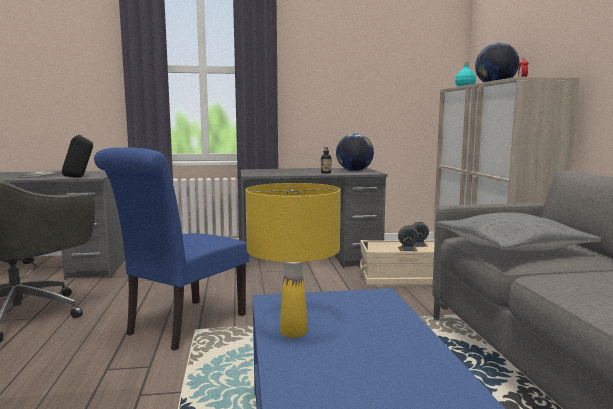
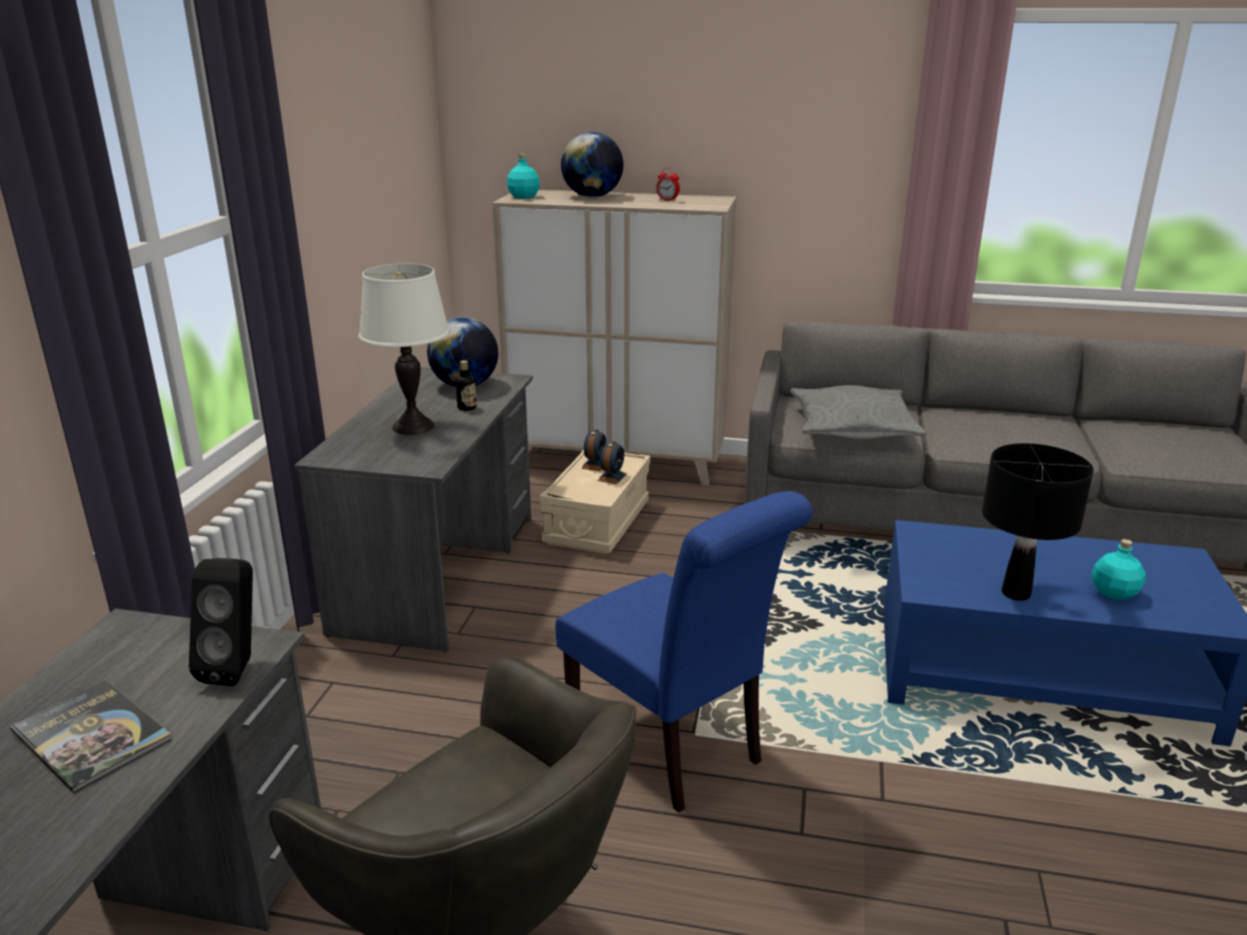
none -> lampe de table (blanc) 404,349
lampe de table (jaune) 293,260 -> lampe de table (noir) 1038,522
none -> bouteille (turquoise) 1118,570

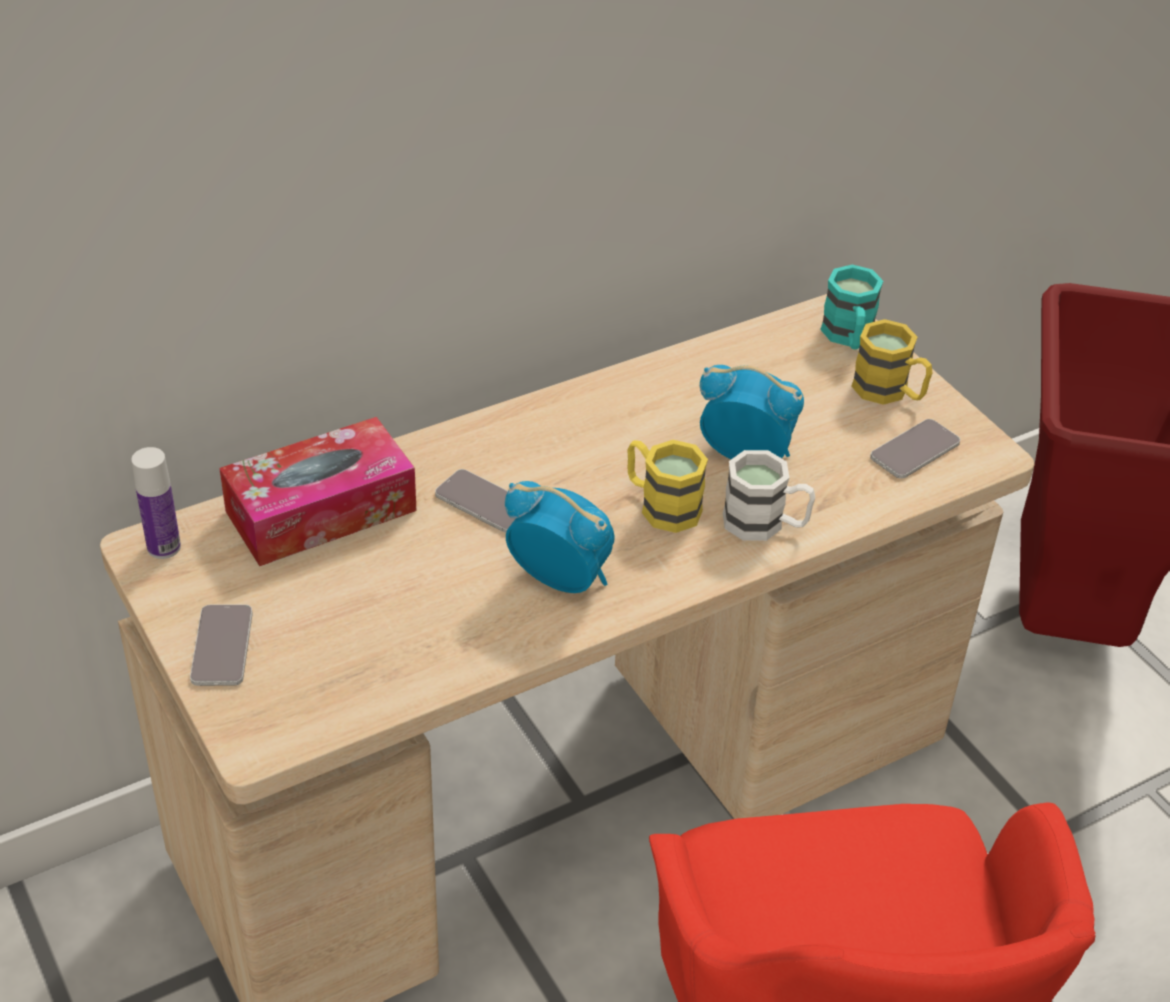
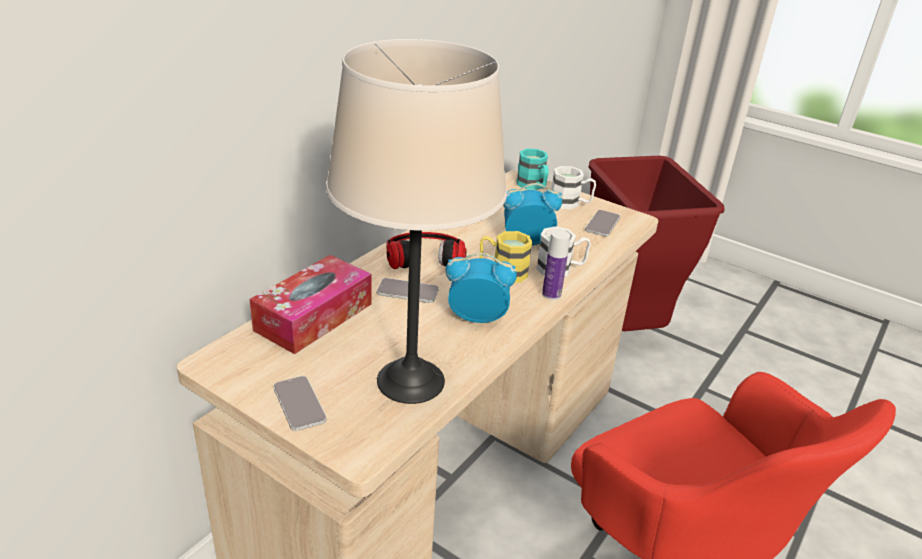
none -> lampe de table (beige) 416,221
none -> casque audio 426,250
bouteille 156,503 -> bouteille 556,265, moved
mug (jaune) 892,362 -> mug (blanc) 574,187

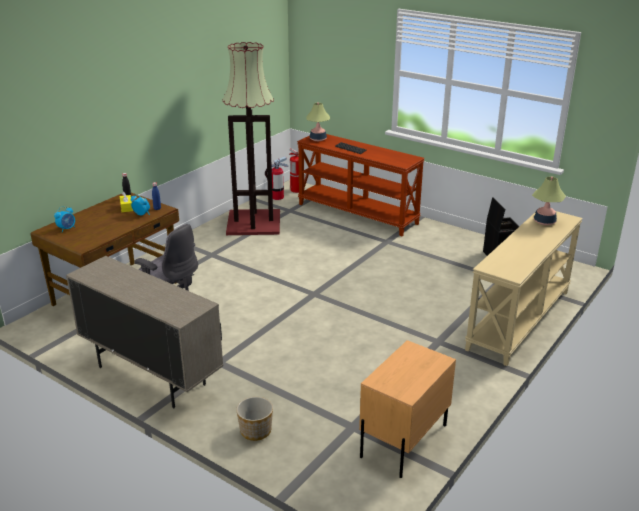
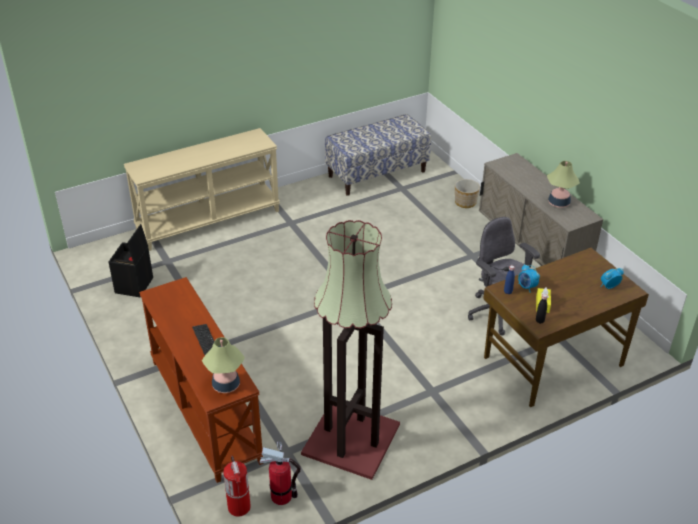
table de chevet (beige) 407,409 -> banc 378,155
lampe de table 549,201 -> lampe de table 563,184, moved

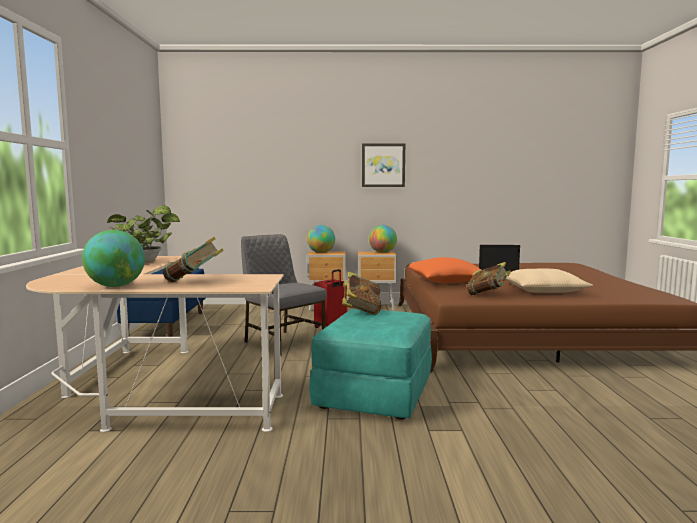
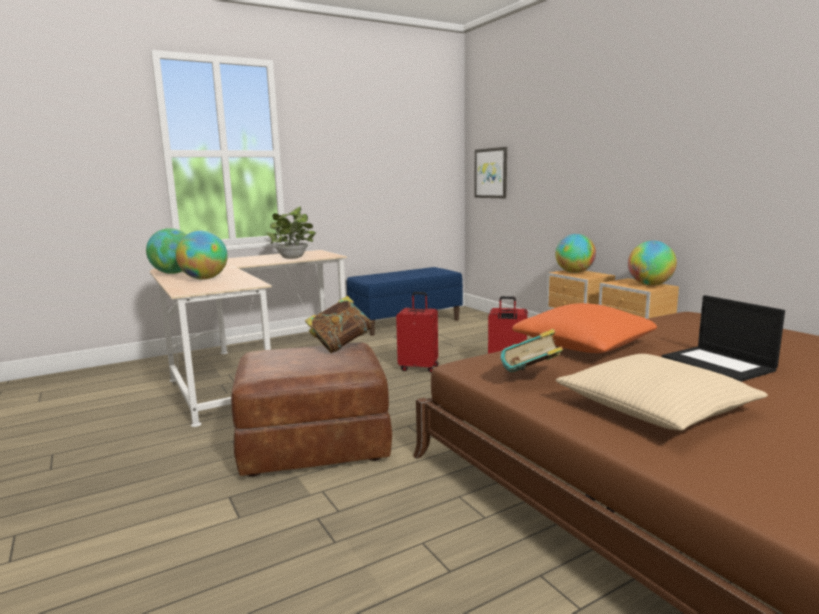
livre 193,259 -> globe 202,255
pouf (turquoise) 370,364 -> pouf (marron) 311,409
chaise (gris) 284,295 -> valise (rouge) 417,332
tableau 383,165 -> tableau 491,172, moved

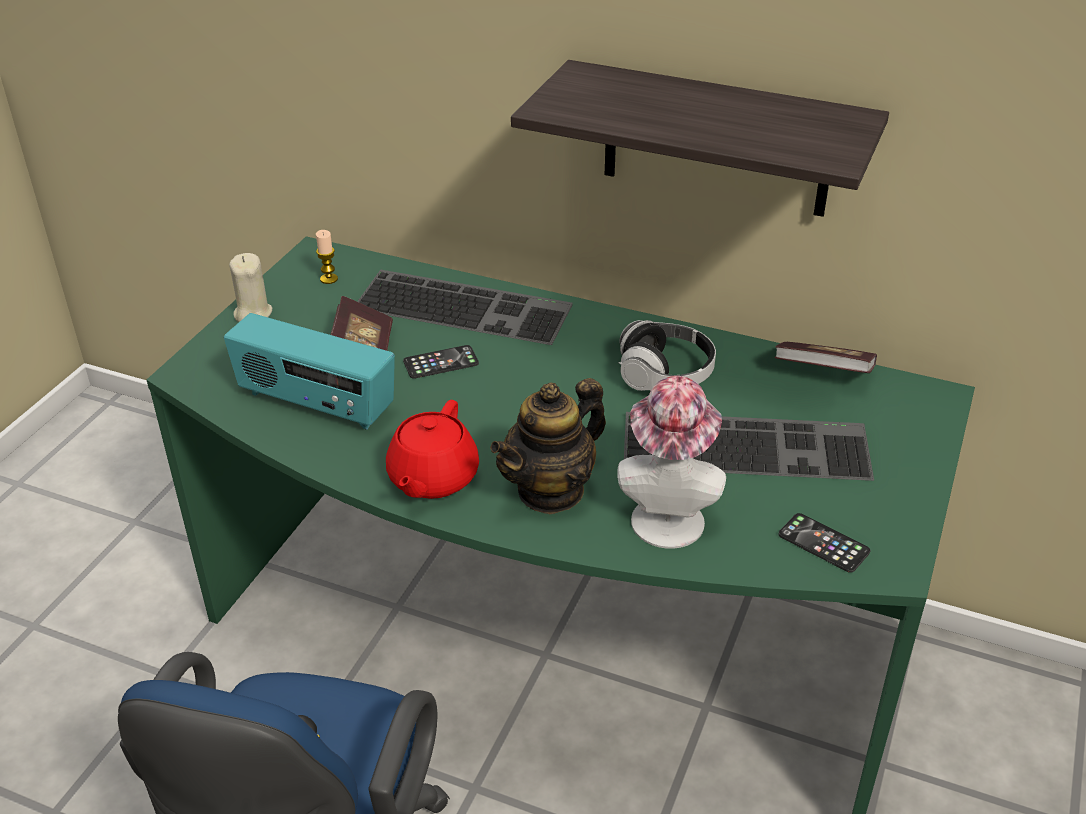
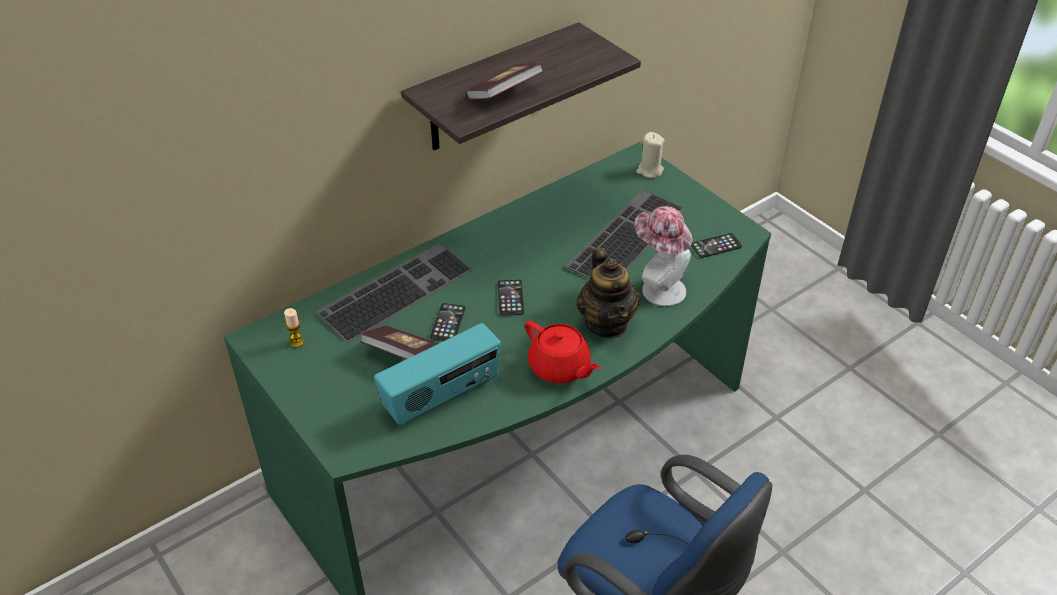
livre 826,357 -> livre 504,81, moved
none -> téléphone 511,298
bougie (beige) 250,287 -> bougie (beige) 650,155, moved
casque audio 667,355 -> none

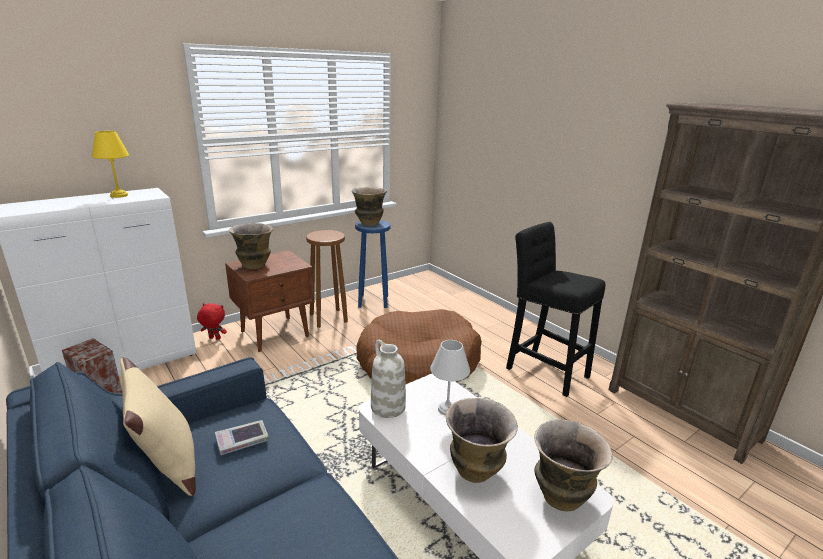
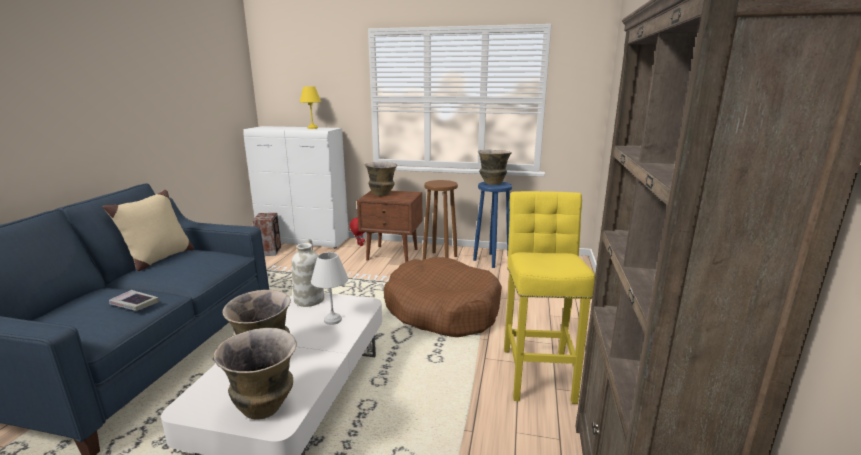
livre 242,437 -> livre 134,300, moved
tabouret (noir) 555,309 -> tabouret (jaune) 549,297

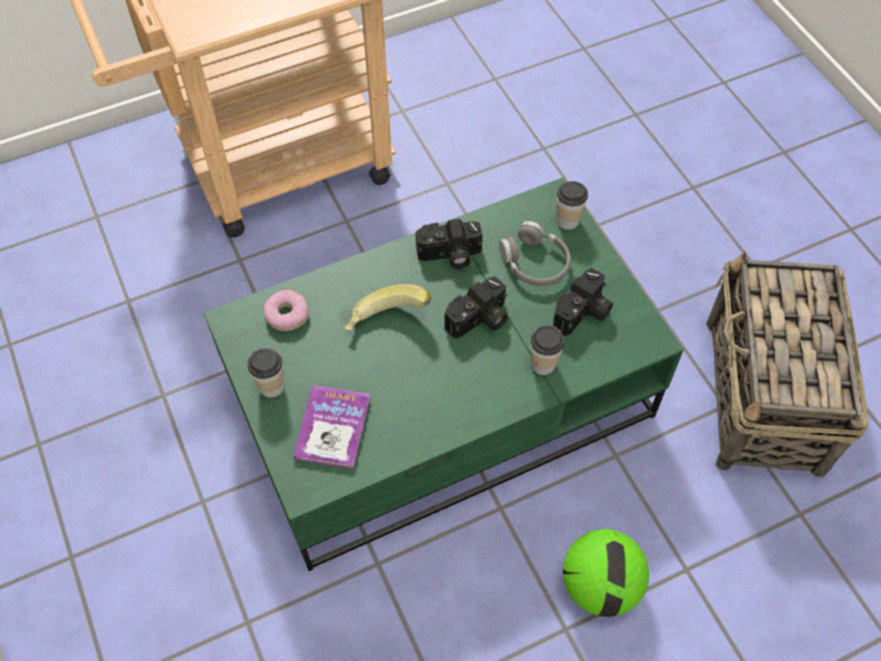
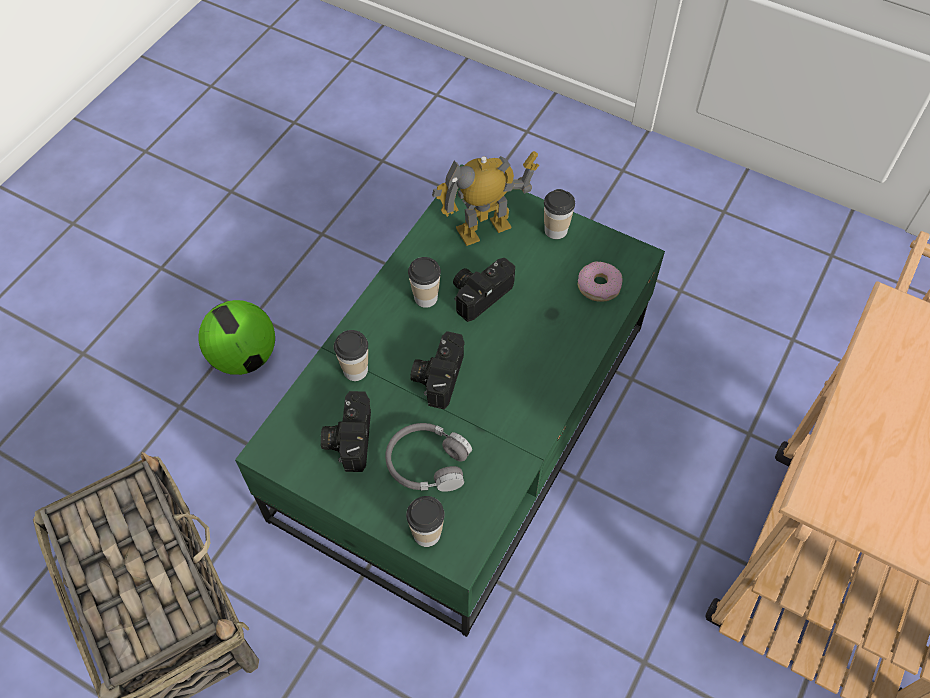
none -> tasse 424,282
livre 331,427 -> robot jouet 485,198
appareil photo 449,244 -> appareil photo 484,290, moved
banane 387,307 -> none

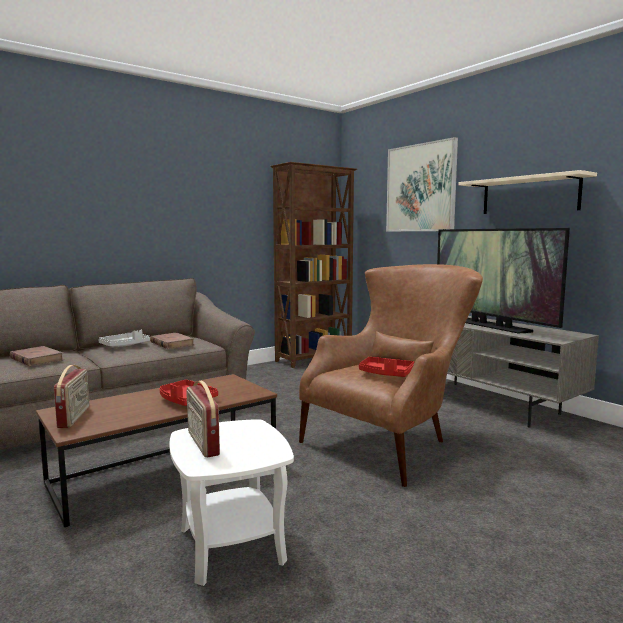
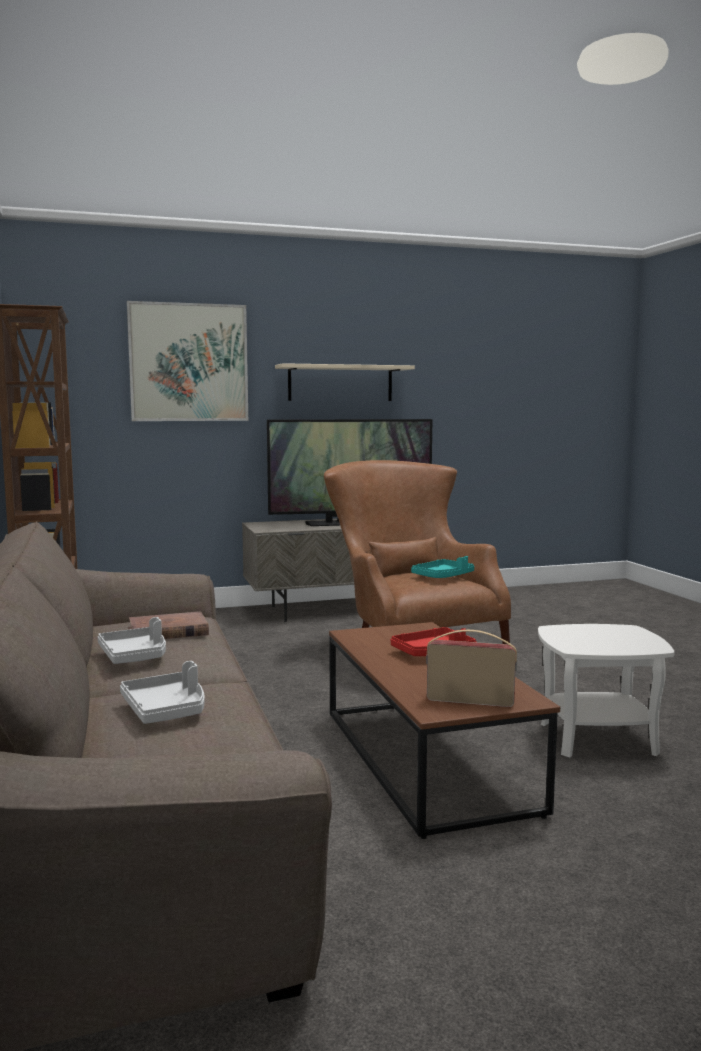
livre (marron) 37,356 -> plateau (gris) 162,692
plateau (rouge) 386,367 -> plateau (turquoise) 442,567
radio 203,419 -> none

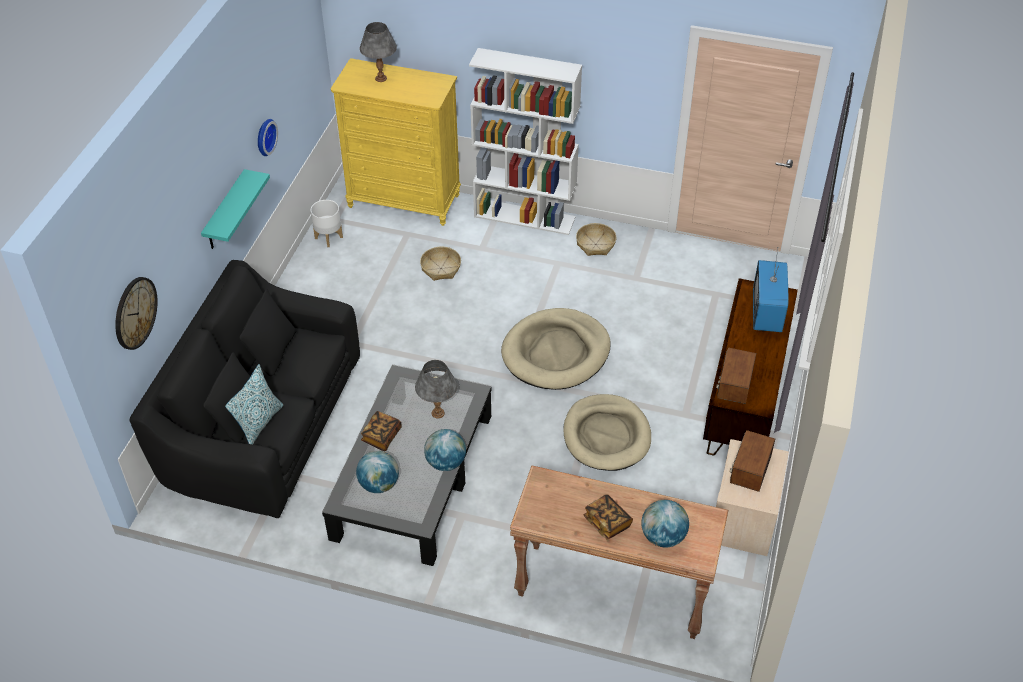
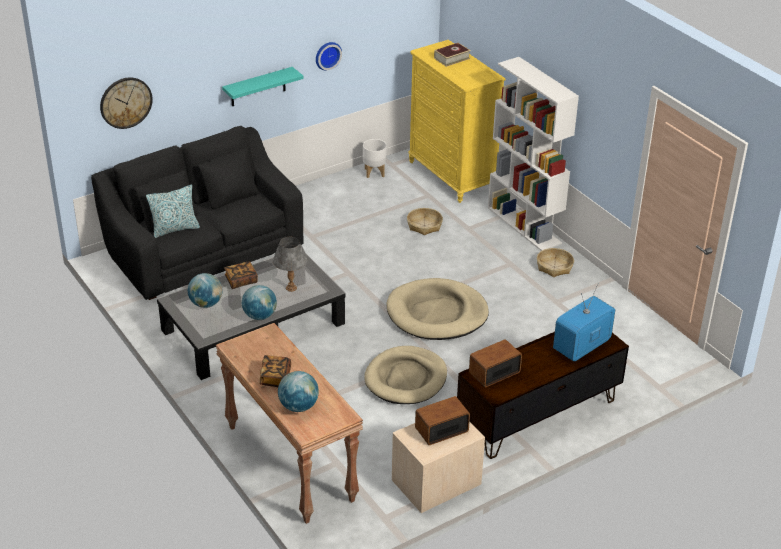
lampe de table (gris) 378,52 -> livre 452,55

